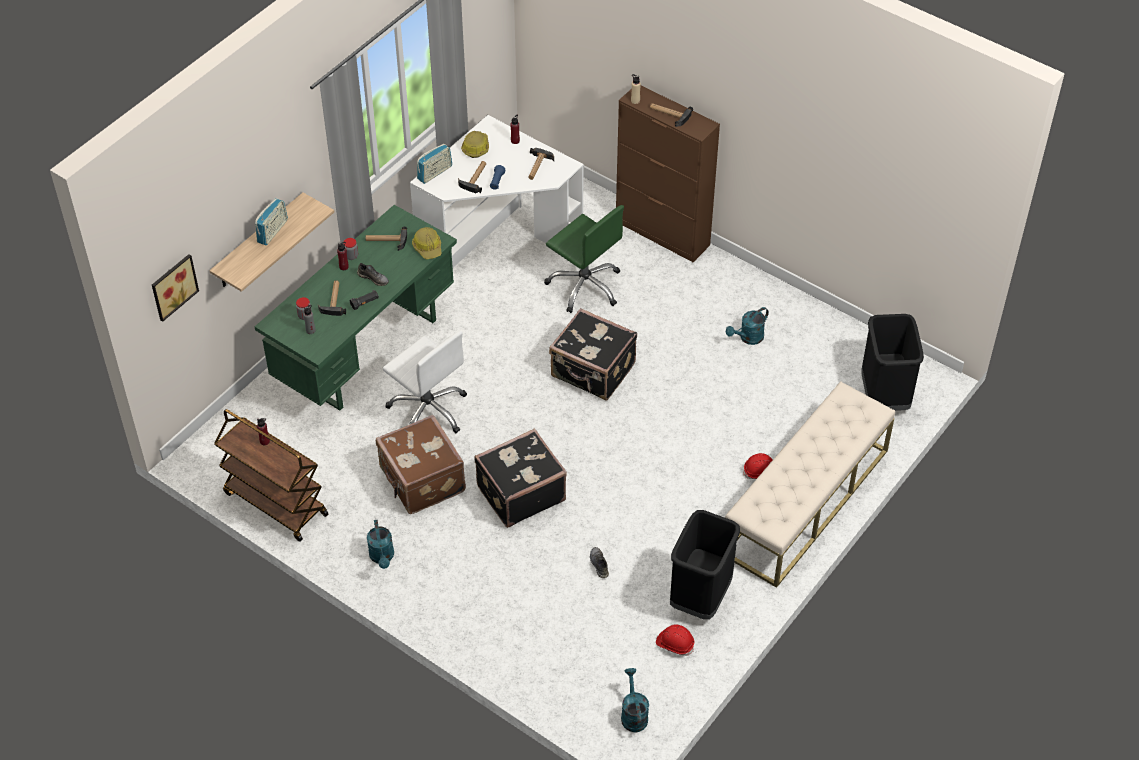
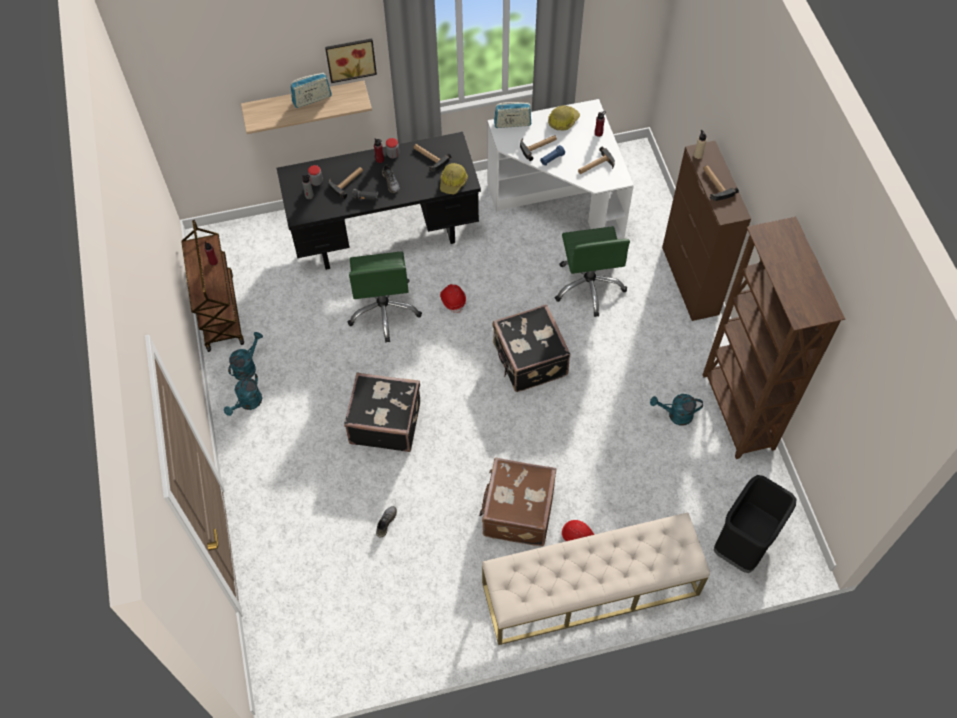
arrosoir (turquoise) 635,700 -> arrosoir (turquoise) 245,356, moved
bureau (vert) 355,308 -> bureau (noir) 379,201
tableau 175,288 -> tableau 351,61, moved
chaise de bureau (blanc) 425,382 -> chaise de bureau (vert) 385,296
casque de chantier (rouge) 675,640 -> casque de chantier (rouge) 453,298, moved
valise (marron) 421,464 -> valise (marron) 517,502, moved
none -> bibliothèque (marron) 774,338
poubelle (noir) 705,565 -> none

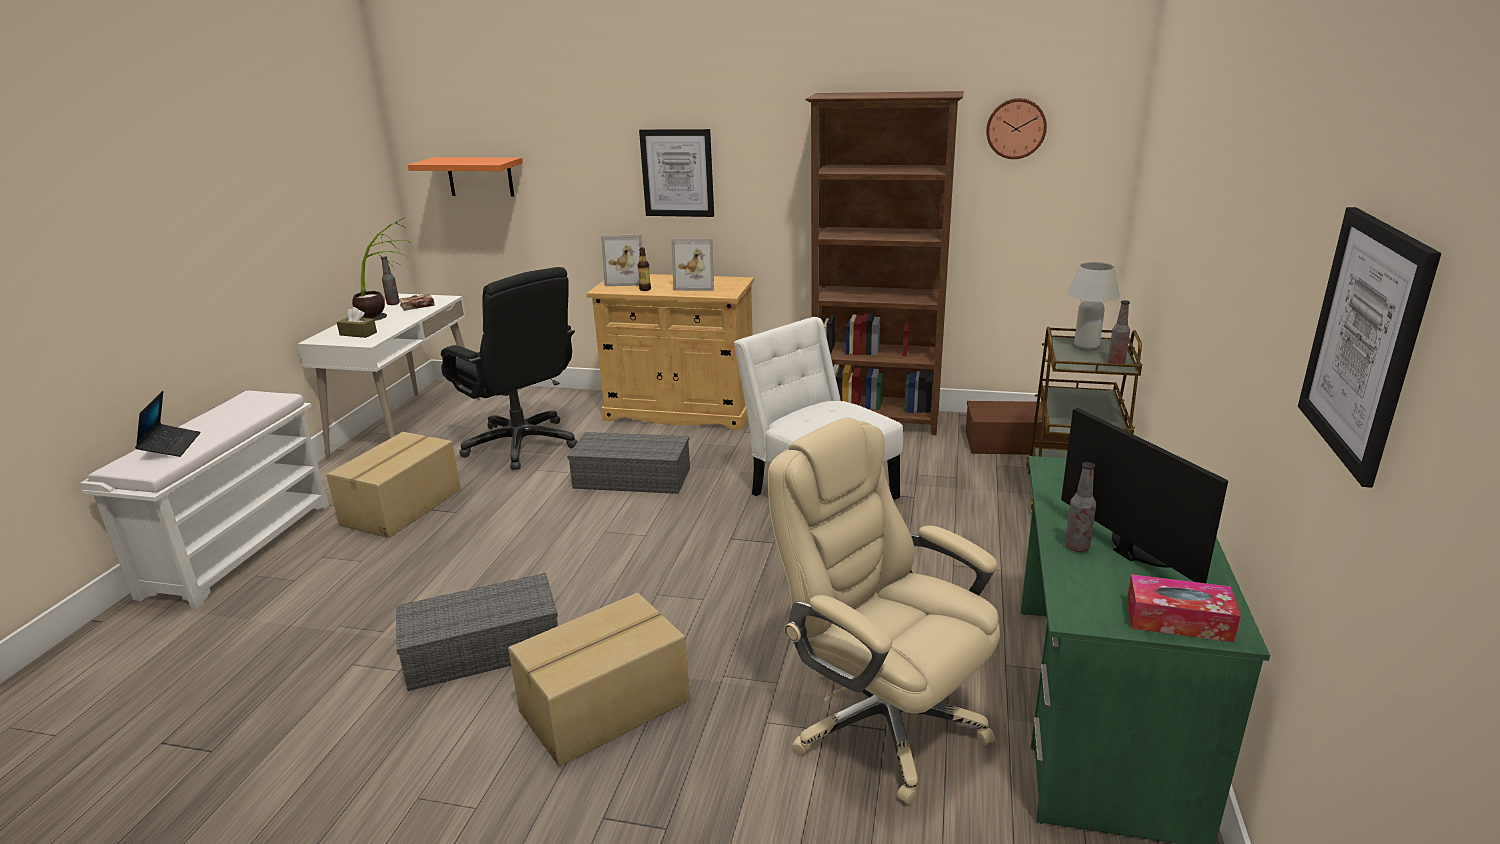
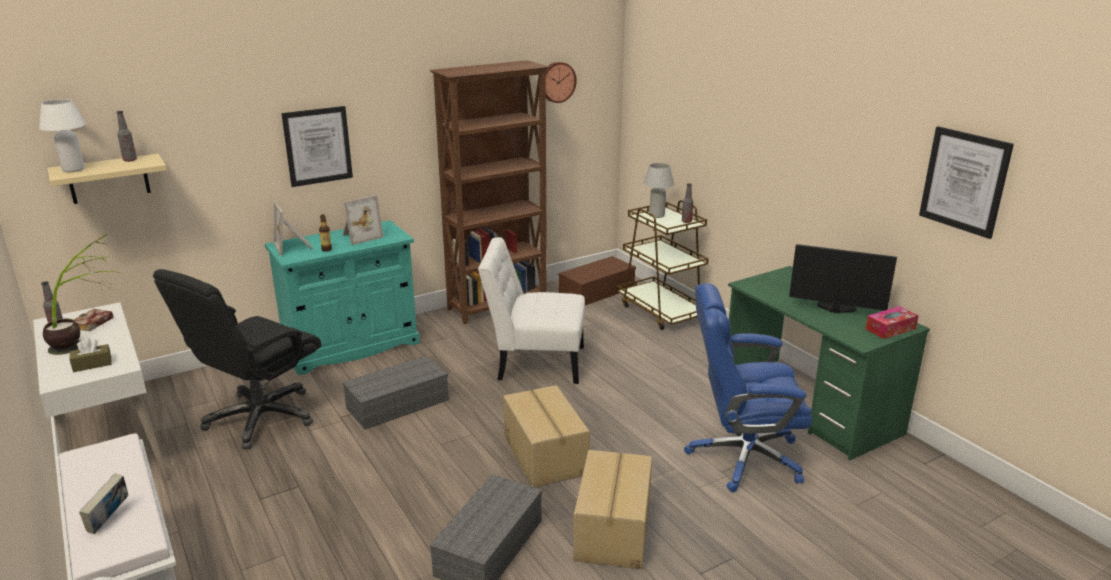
none -> lampe de table (blanc) 62,135
étagère (orange) 465,177 -> étagère (beige) 107,179
ordinateur portable 167,424 -> livre 103,503
bouteille 1080,507 -> bouteille 126,136, moved
chaise de bureau (noir) 509,368 -> chaise de bureau (noir) 237,359, 120 degrees clockwise
meuble de rangement (beige) 670,352 -> meuble de rangement (turquoise) 342,297
cadre photo 621,260 -> cadre photo 293,229, 105 degrees clockwise
carton 393,485 -> carton 546,436, moved
chaise de bureau (beige) 884,611 -> chaise de bureau (bleu) 748,387

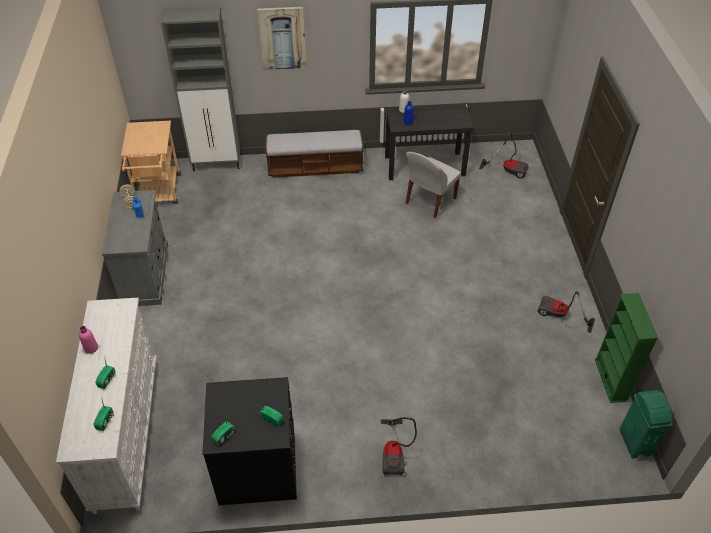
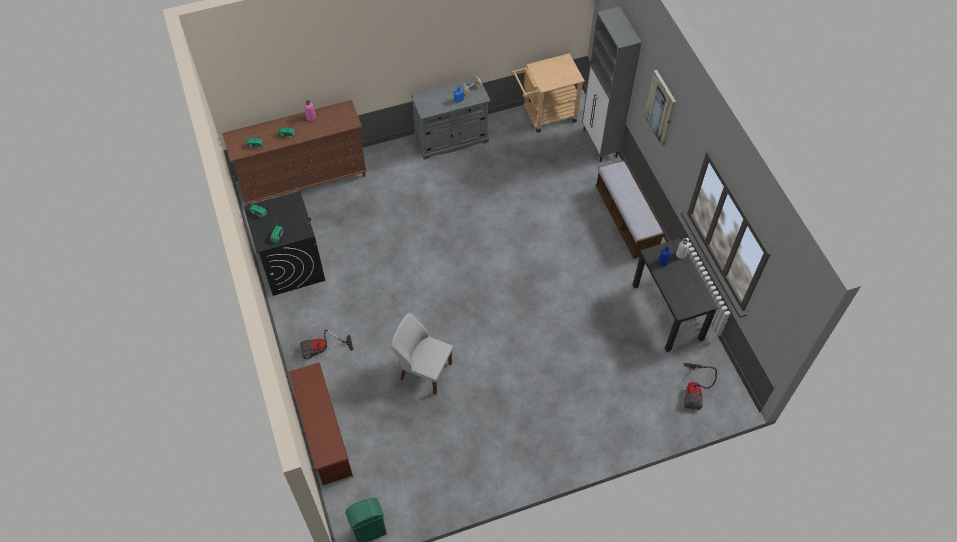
commode (blanc) 106,406 -> commode (marron) 295,152
none -> étagère à chaussures (marron) 321,423
chaise (blanc) 433,185 -> chaise (blanc) 422,353, moved
aspirateur 566,312 -> none
bibliothèque (vert) 626,348 -> none

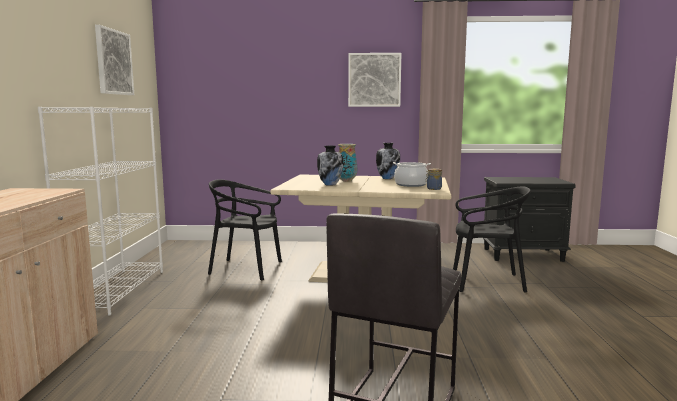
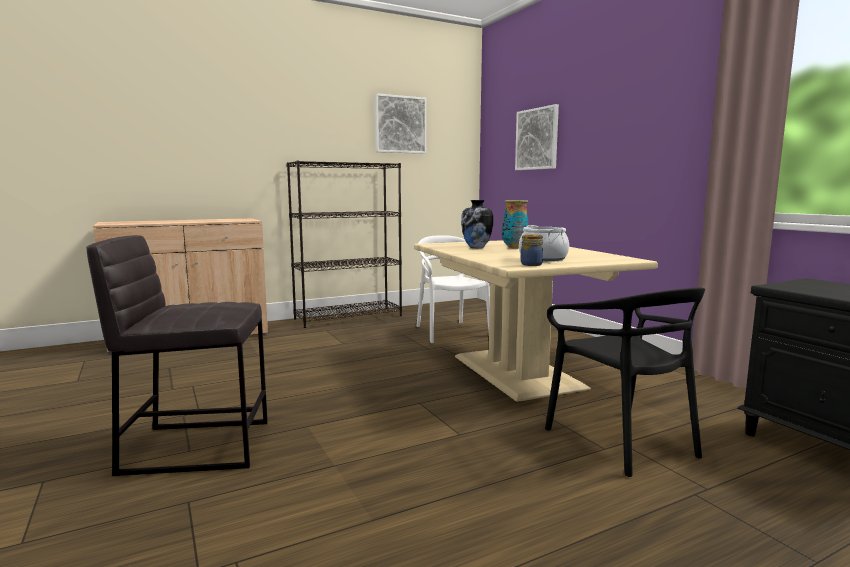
bibliothèque (blanc) 100,211 -> bibliothèque (noir) 344,244
chaise (noir) 245,230 -> chaise (blanc) 453,289
tableau 374,80 -> tableau 537,137, moved
vase 388,161 -> none

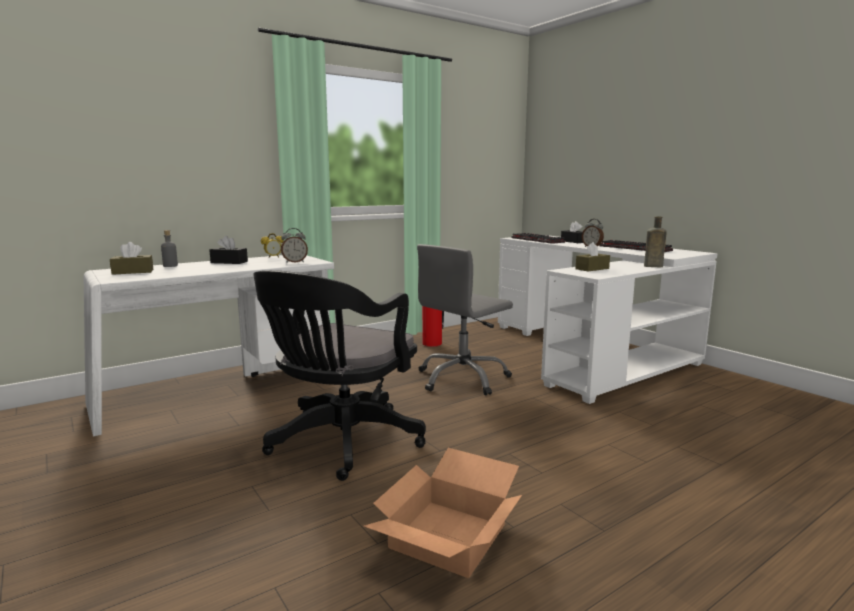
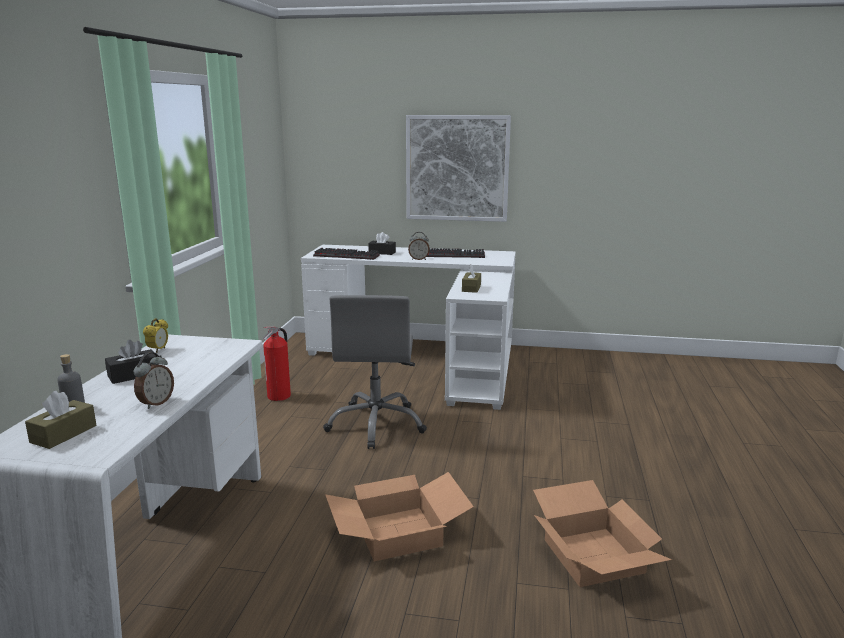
réveil 294,245 -> réveil 153,380, moved
chaise de bureau (noir) 339,375 -> carton 399,516
none -> tableau 458,168
bouteille (marron) 655,241 -> none

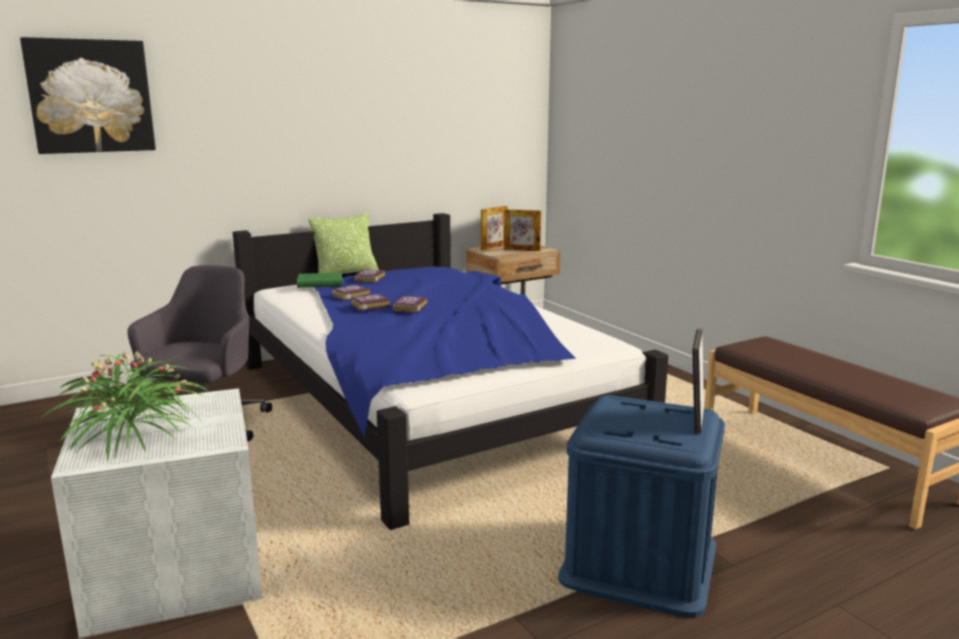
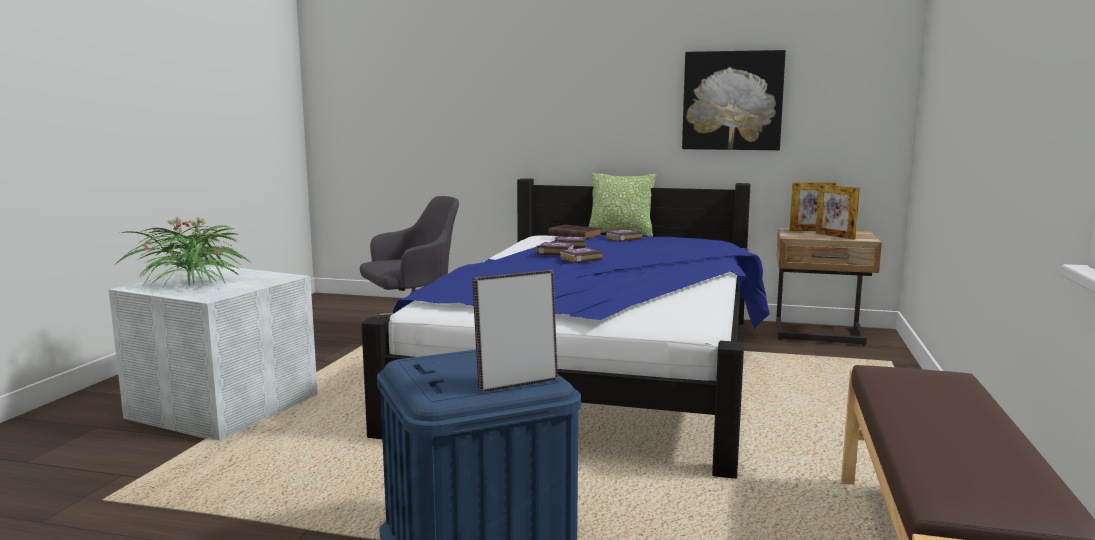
livre (vert) 320,280 -> livre (marron) 575,232
tableau 88,95 -> tableau 734,100, moved

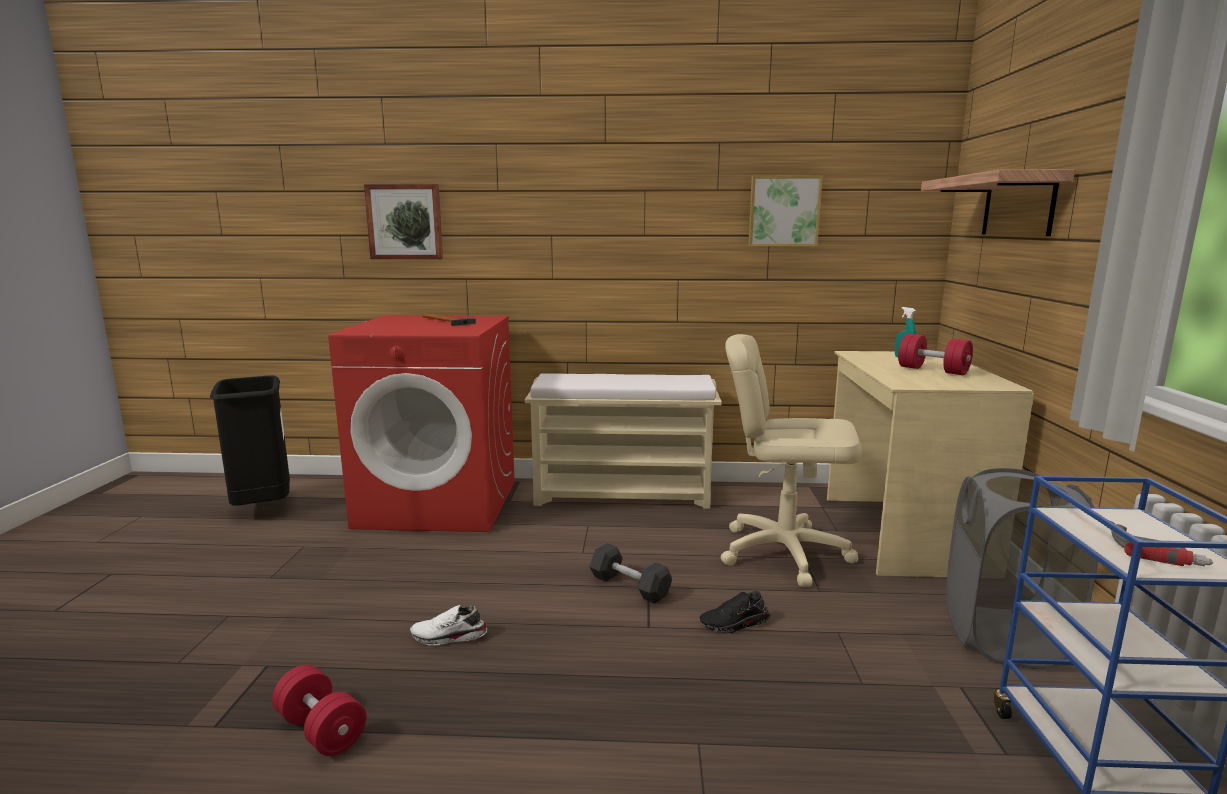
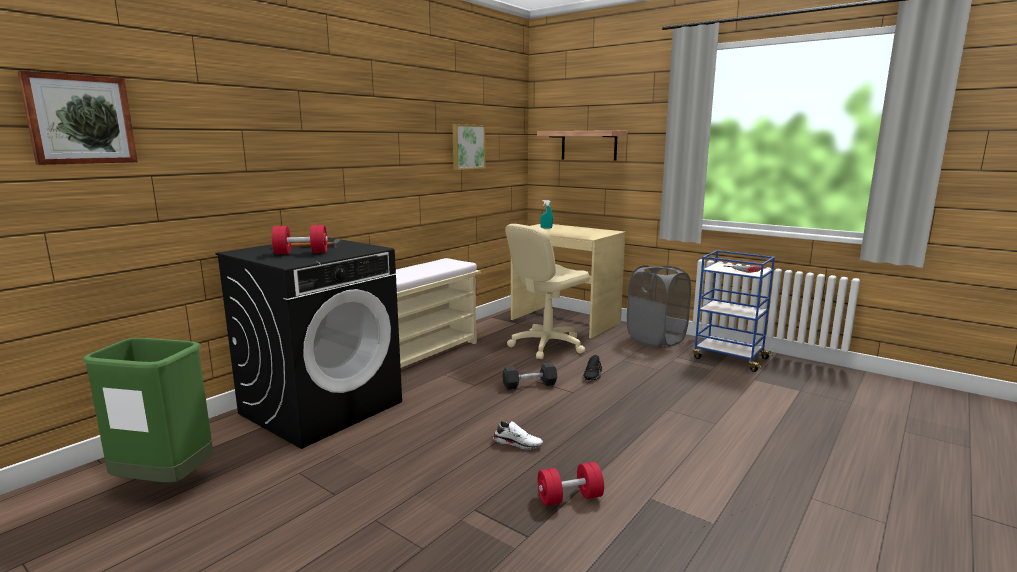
tableau 403,221 -> tableau 77,117, moved
poubelle (noir) 250,441 -> poubelle (vert) 147,410
lave-linge (rouge) 421,423 -> lave-linge (noir) 309,343
haltère (rouge) 935,354 -> haltère (rouge) 300,239, moved
chaussure (blanc) 448,625 -> chaussure (blanc) 518,435, 105 degrees counterclockwise

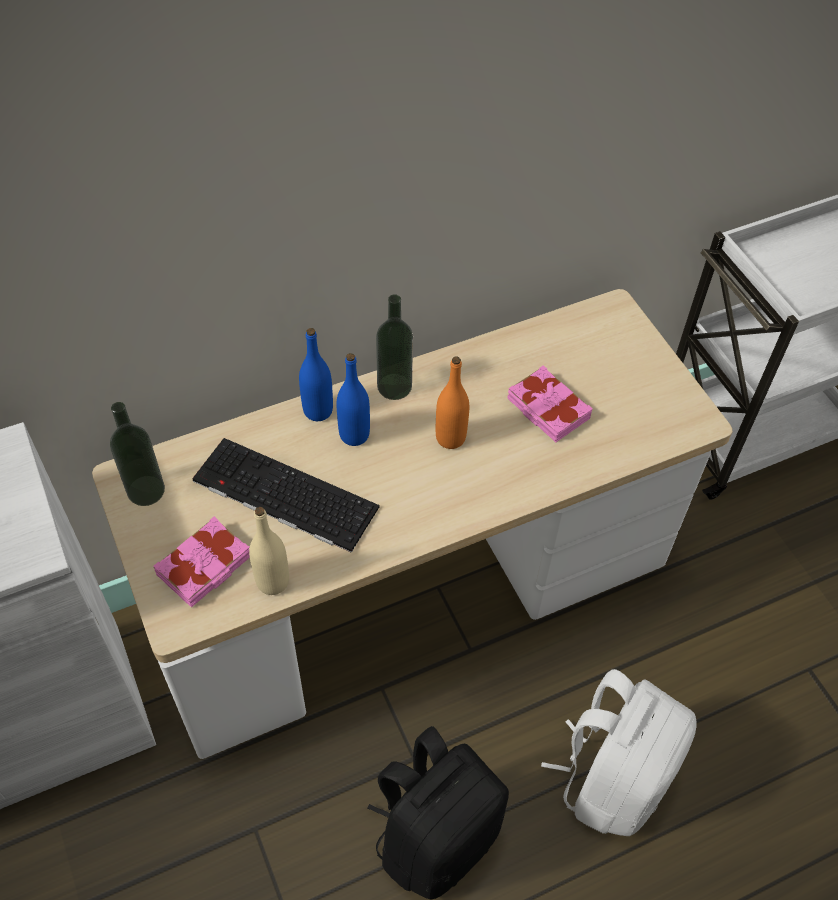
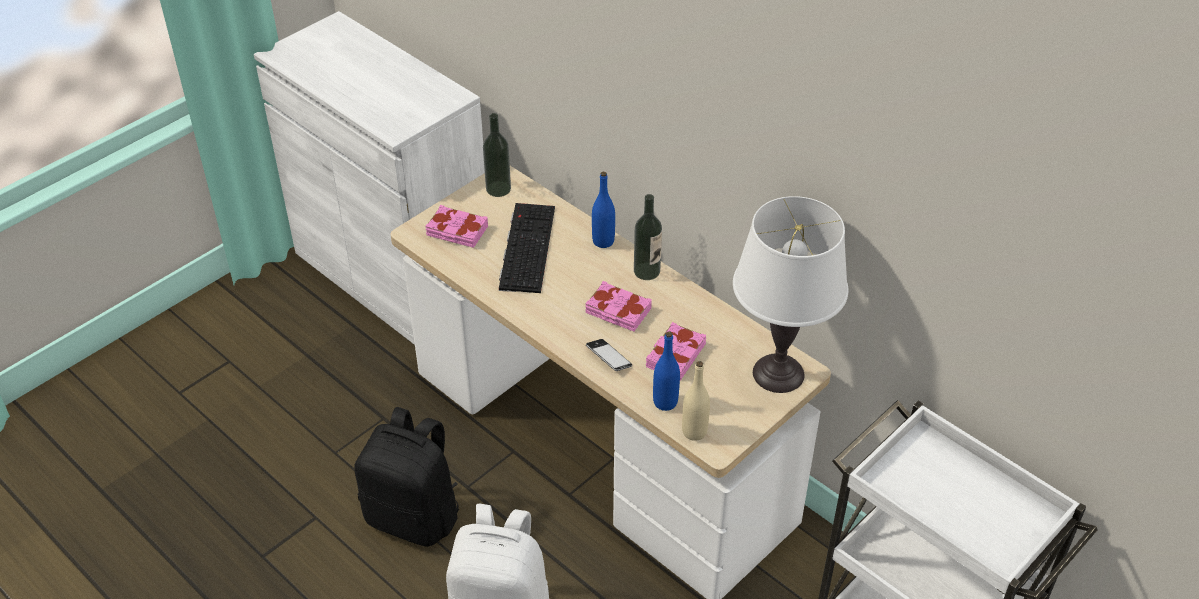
bouteille (orange) 452,402 -> livre (rose) 618,306
none -> téléphone 609,355
bouteille (bleu) 353,399 -> bouteille (bleu) 666,371, moved
bouteille (beige) 269,551 -> bouteille (beige) 696,401, moved
none -> lampe de table (blanc) 790,294

